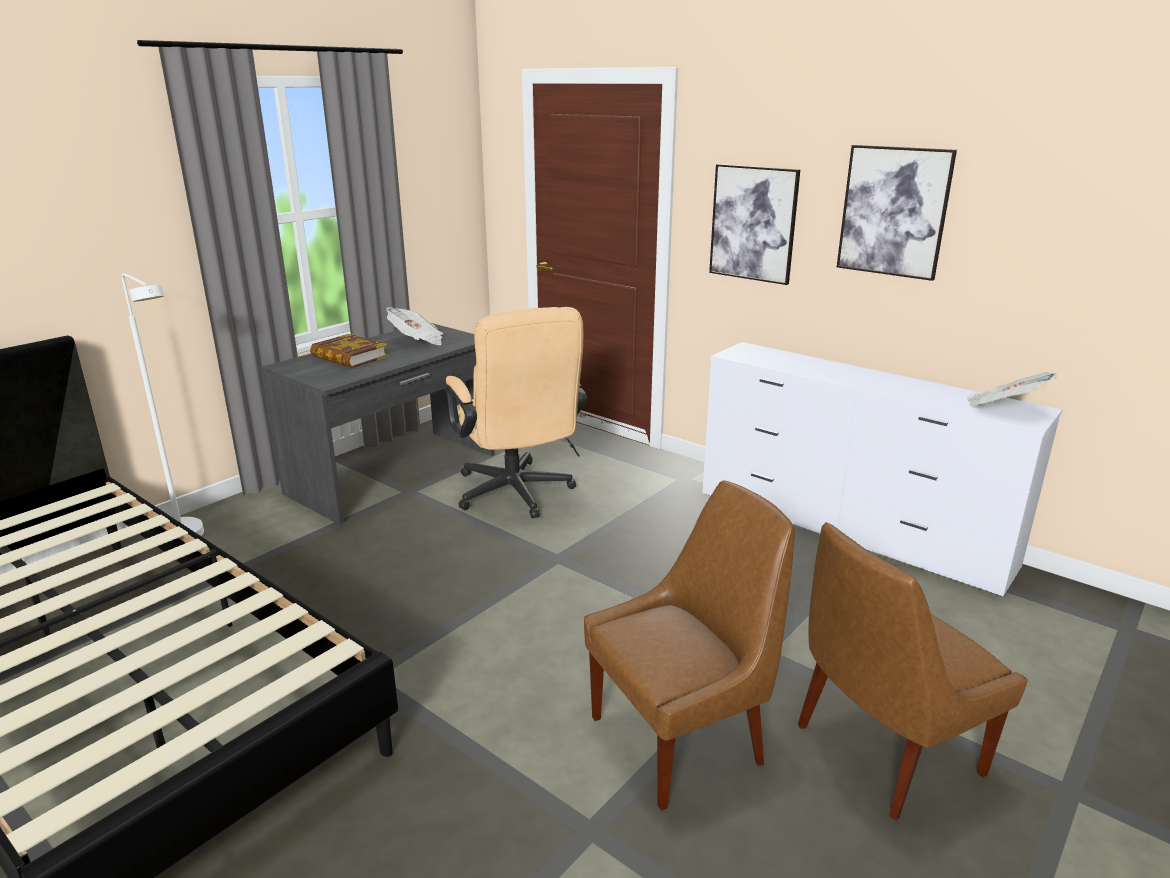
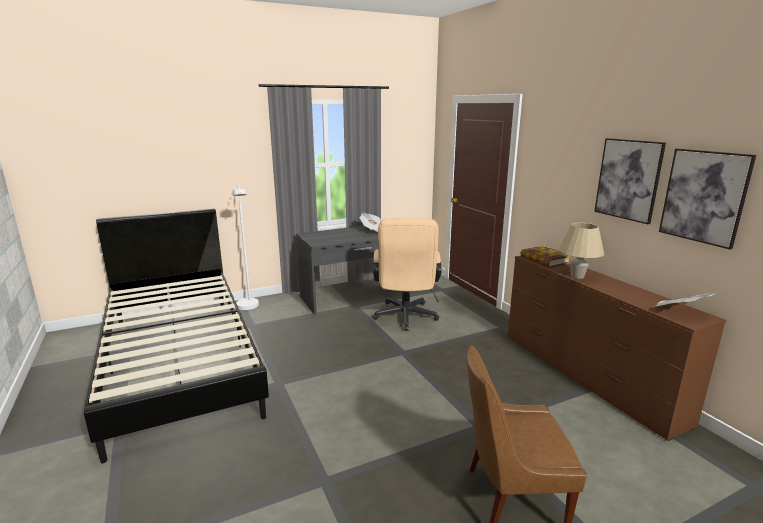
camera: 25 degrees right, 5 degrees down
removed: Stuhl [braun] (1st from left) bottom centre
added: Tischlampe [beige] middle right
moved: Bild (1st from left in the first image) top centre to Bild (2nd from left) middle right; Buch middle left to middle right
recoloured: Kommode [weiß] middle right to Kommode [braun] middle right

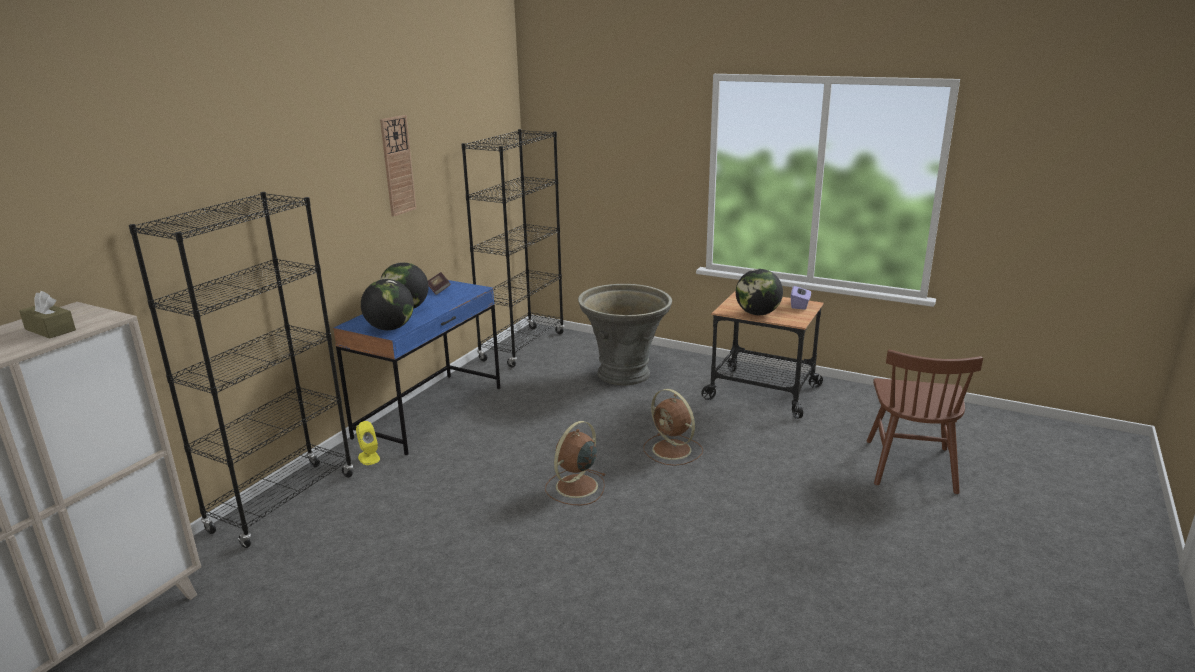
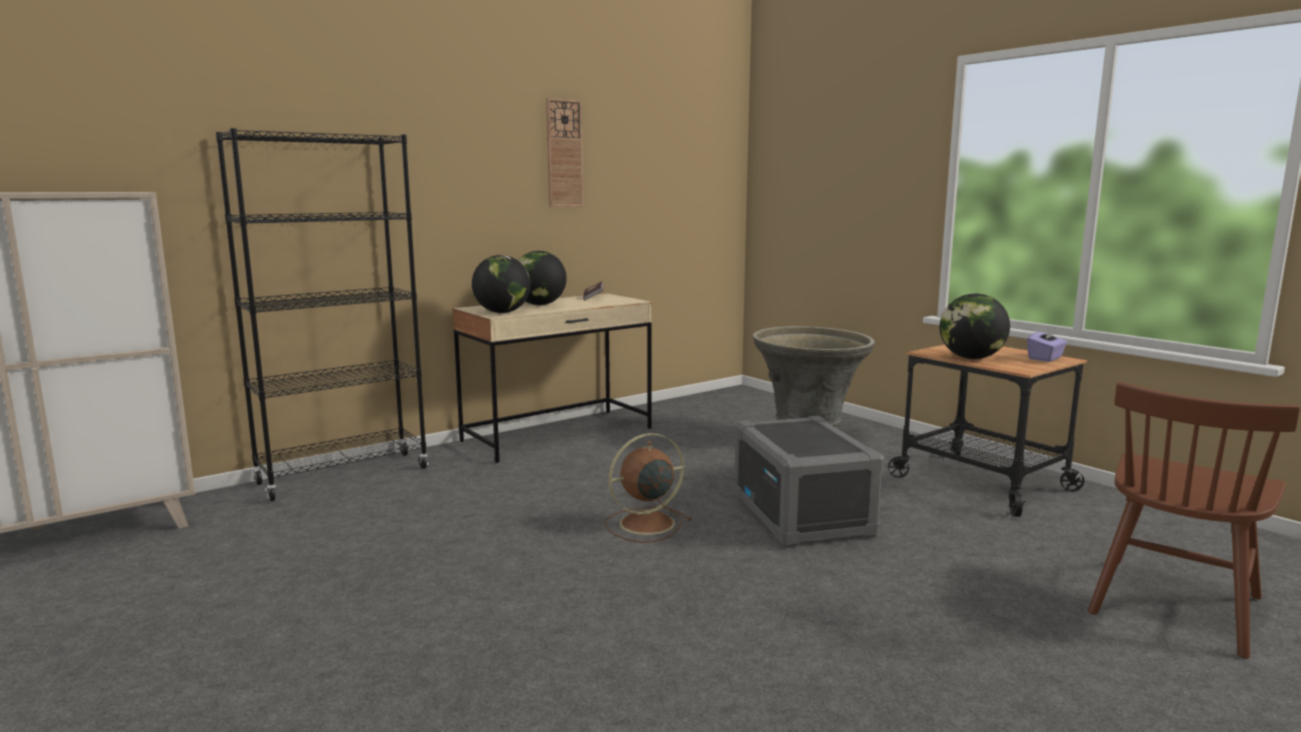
camera: 25 degrees right, 10 degrees down
removed: Bücherregal [schwarz] (2nd from left) centre; Taschentuchbox [braun] middle left; Lautsprecher [gelb] middle left
replaced: Ventilator [braun] (2nd from left) centre to Aufbewahrungsbox [grau] centre
recoloured: Schreibtisch [blau] centre to Schreibtisch [beige] centre

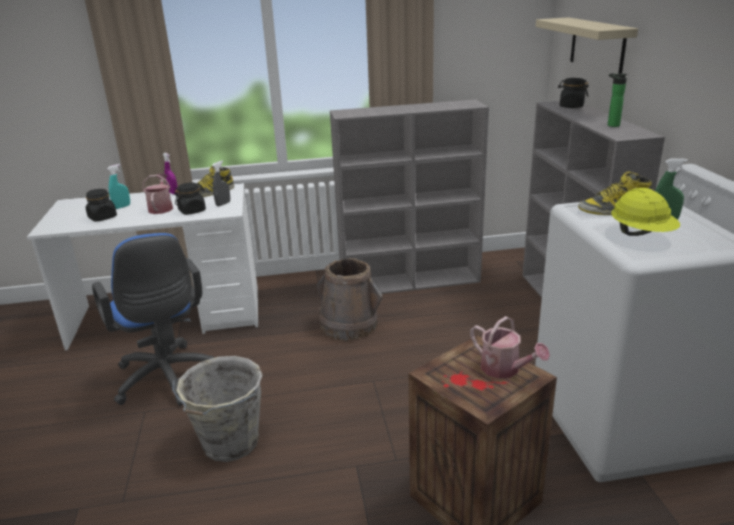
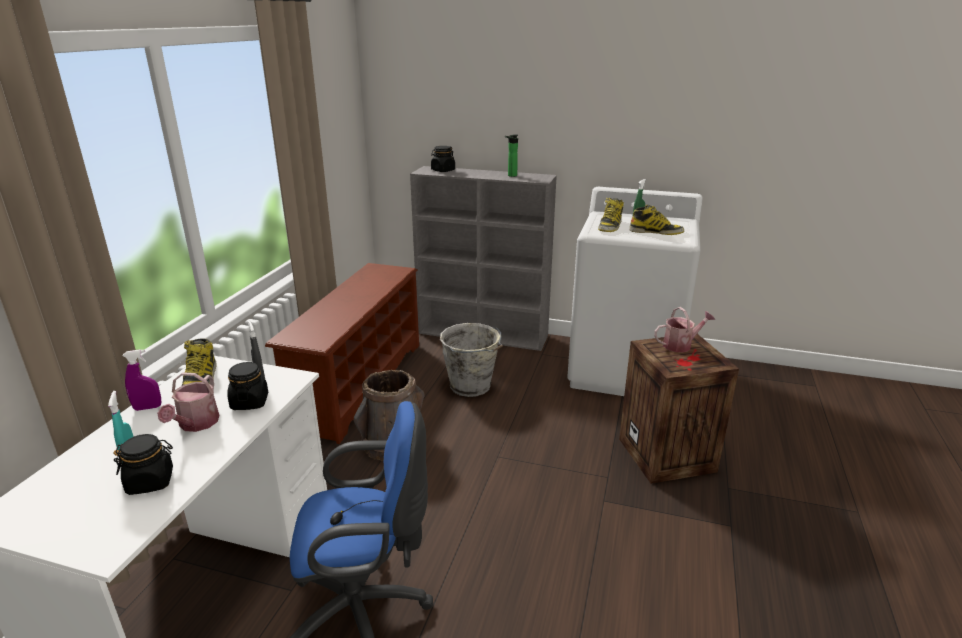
camera: 65 degrees left, 0 degrees up
removed: Wandregal [beige] top right
moved: Eimer [grau] bottom left to centre
replaced: Bücherregal [grau] (1st from left) centre to Schuhregal [braun] centre; Schutzhelm [gelb] middle right to Stiefel (3rd from left) middle right
turned: Gießkanne (1st from left) middle left = middle left 105 degrees counterclockwise

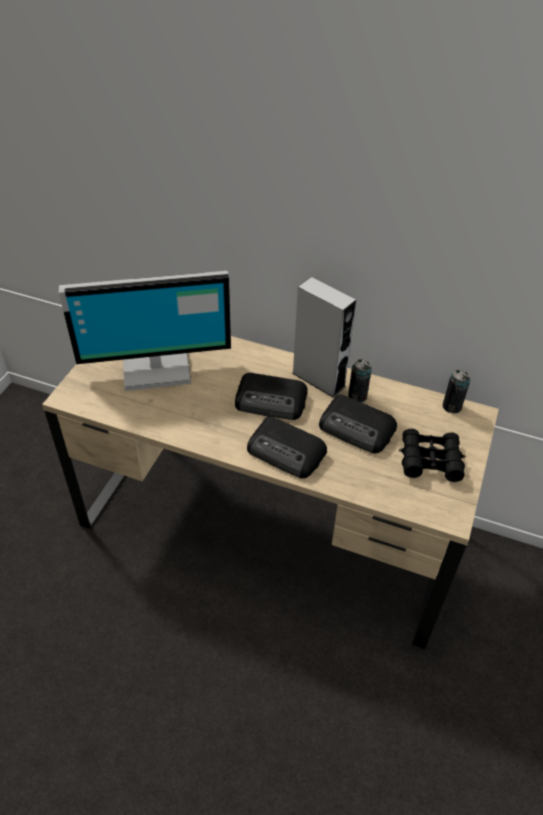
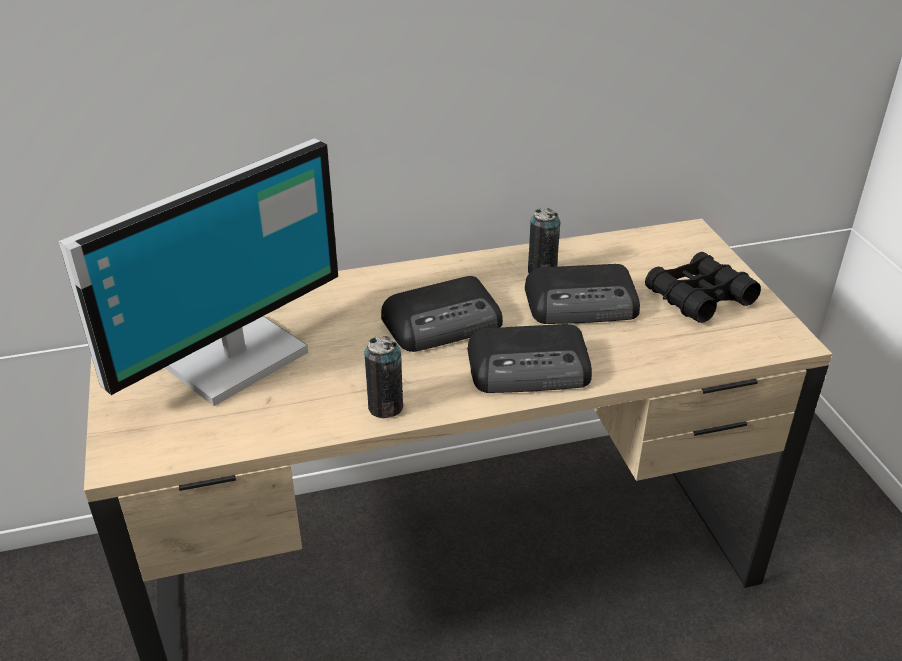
camera: 35 degrees left, 10 degrees down
removed: Lautsprecher [grau] centre
moved: Dose (2nd from left in the first image) middle right to Dose (1st from left) centre

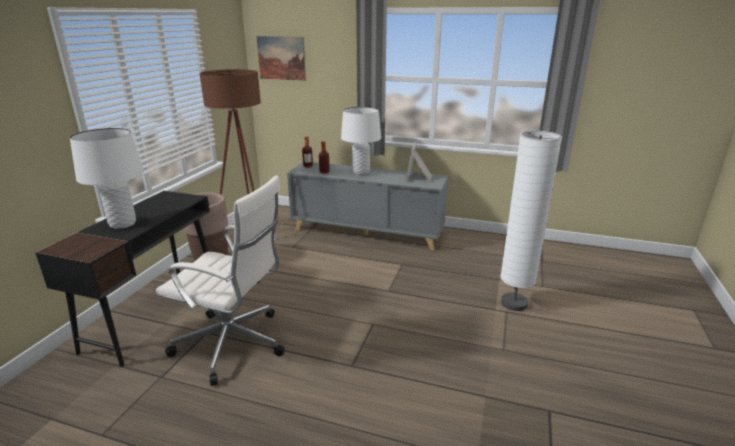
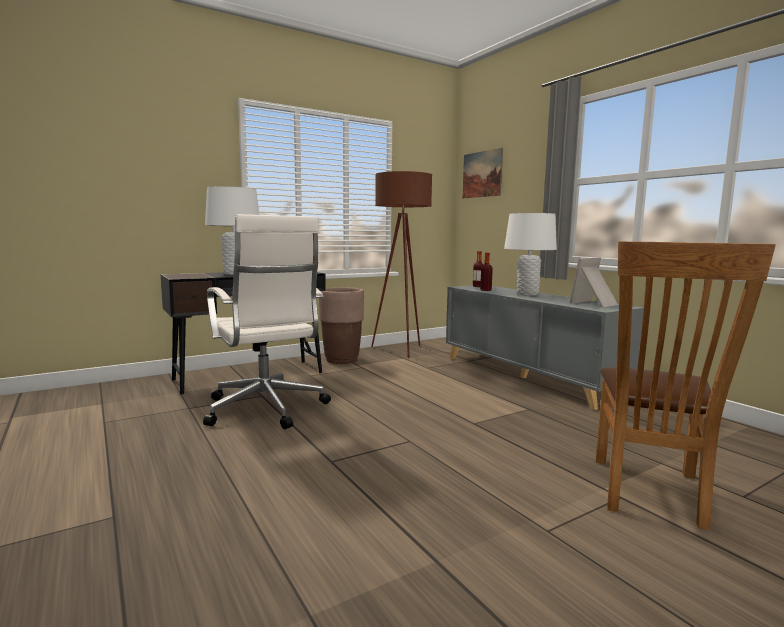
camera: 40 degrees right, 15 degrees down
replaced: Stehlampe [weiß] middle right to Stuhl [braun] middle right

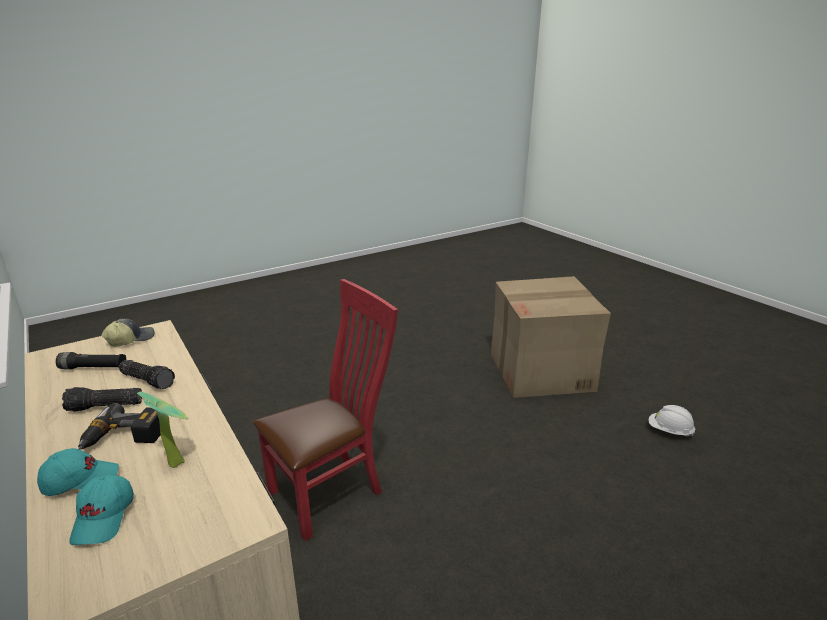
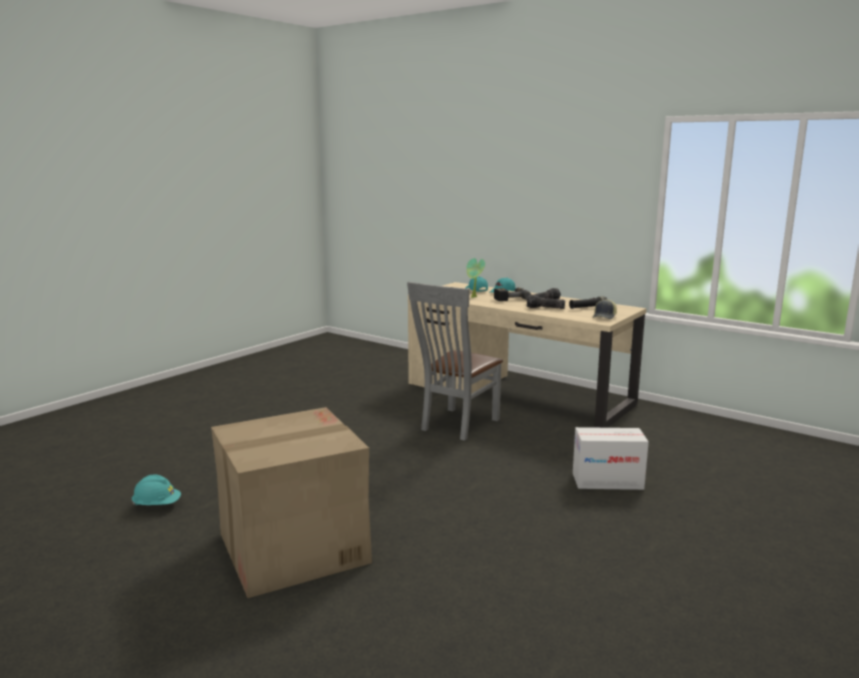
camera: 160 degrees right, 10 degrees down
added: Karton (2nd from left) bottom right
recoloured: Stuhl [rot] centre to Stuhl [grau] centre; Schutzhelm [weiß] bottom right to Schutzhelm [türkis] bottom left

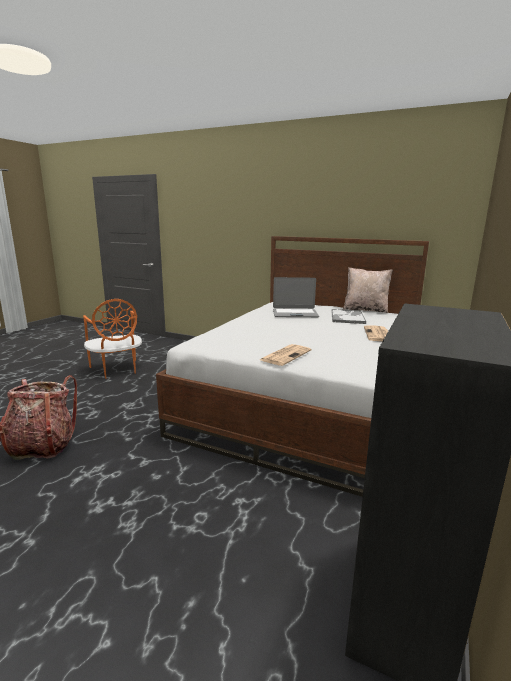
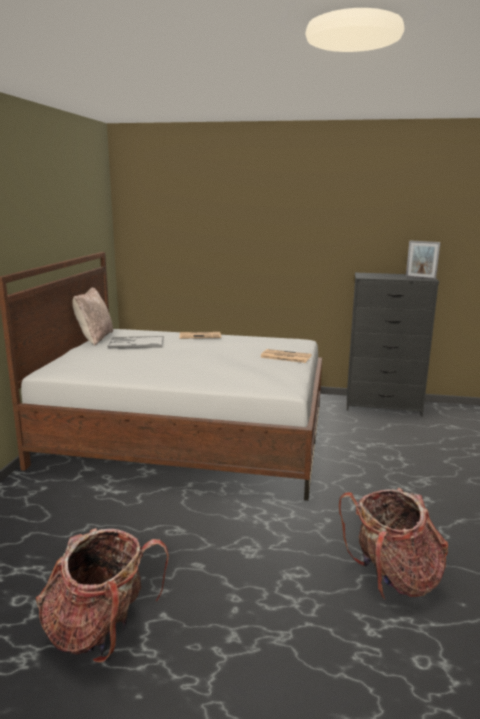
camera: 105 degrees left, 0 degrees up
removed: Laptop centre
added: Bilderrahmen middle right
replaced: Stuhl [orange] middle left to Rucksack (1st from left) bottom left

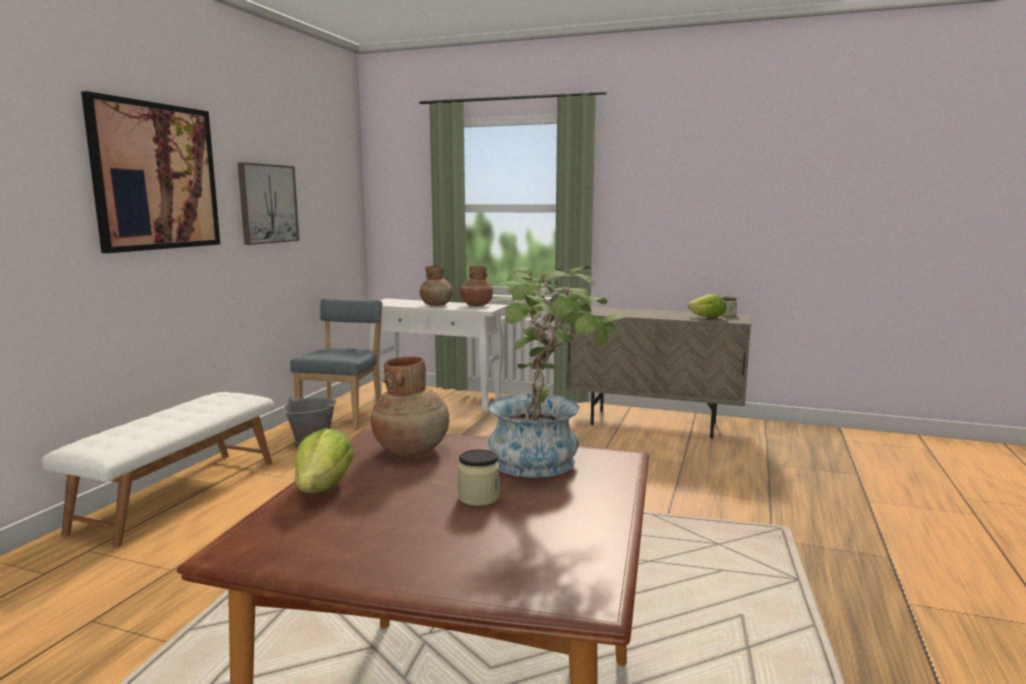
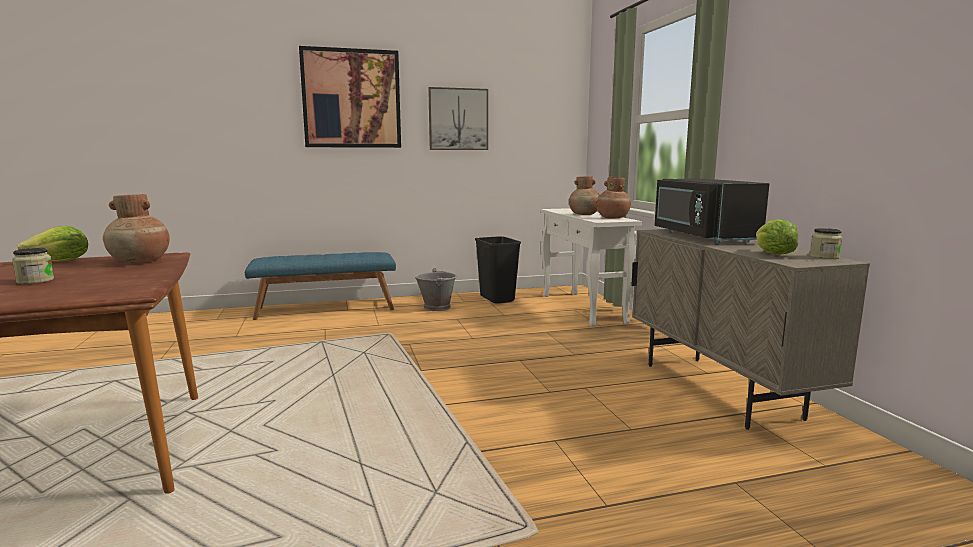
camera: 55 degrees right, 0 degrees up
removed: Topfpflanze centre
added: Mikrowelle [schwarz] middle right
replaced: Stuhl [blau] middle left to Mülleimer [schwarz] centre
recoloured: Bank [weiß] bottom left to Bank [blau] middle left

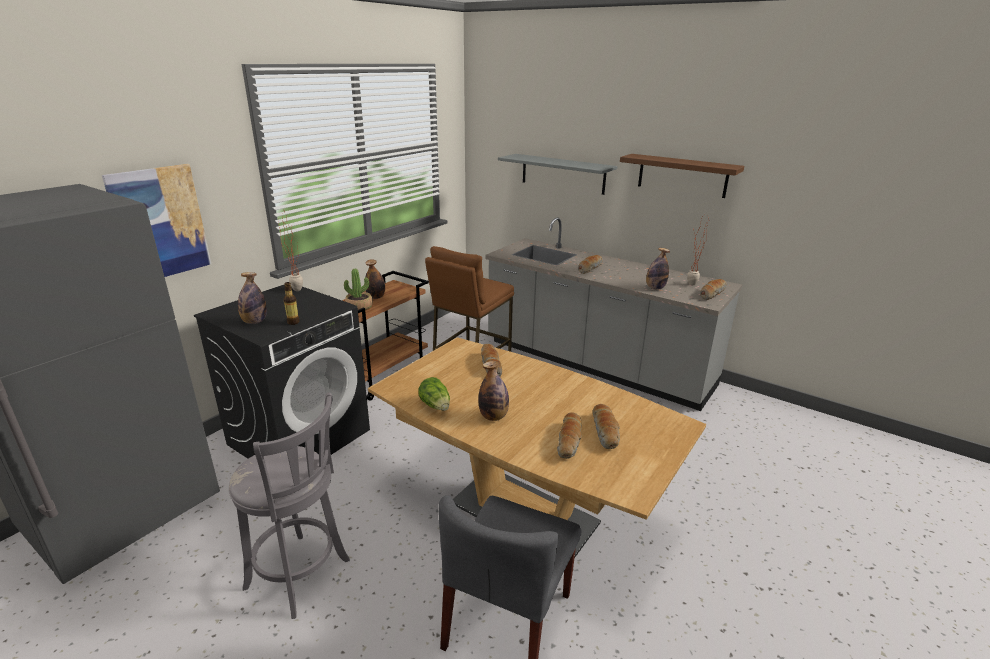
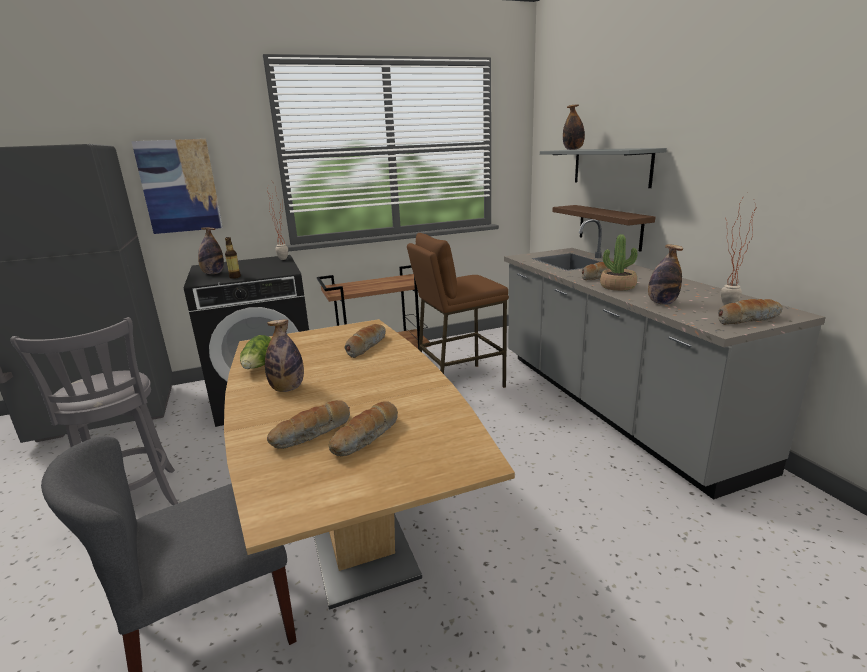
camera: 35 degrees right, 5 degrees down
moved: Wandregal [braun] top right to middle right; Flasche (3rd from left in the first image) centre to Flasche (4th from left) top centre; Topfpflanze (2nd from left) centre to middle right

